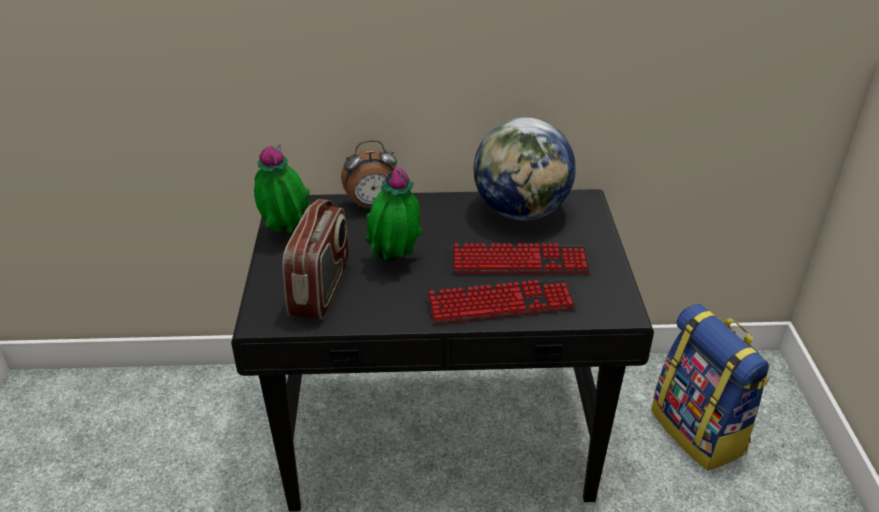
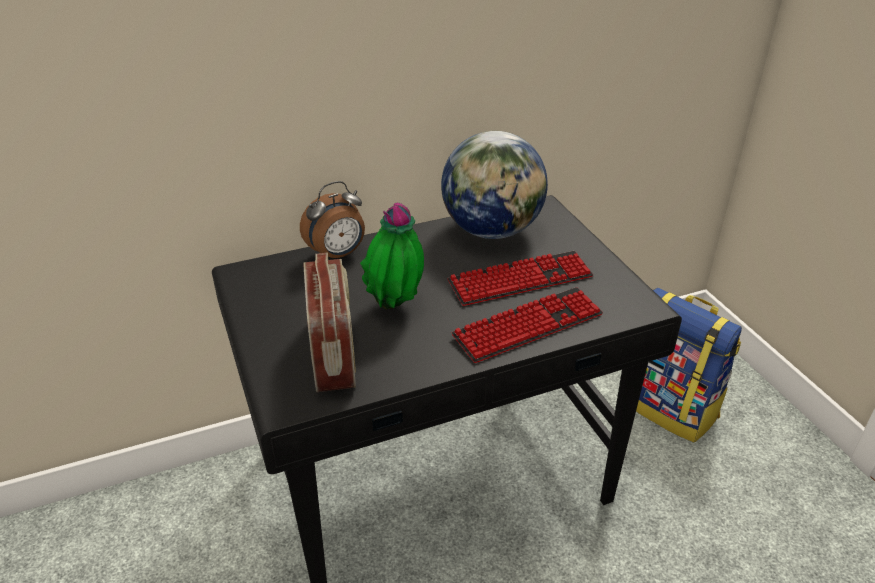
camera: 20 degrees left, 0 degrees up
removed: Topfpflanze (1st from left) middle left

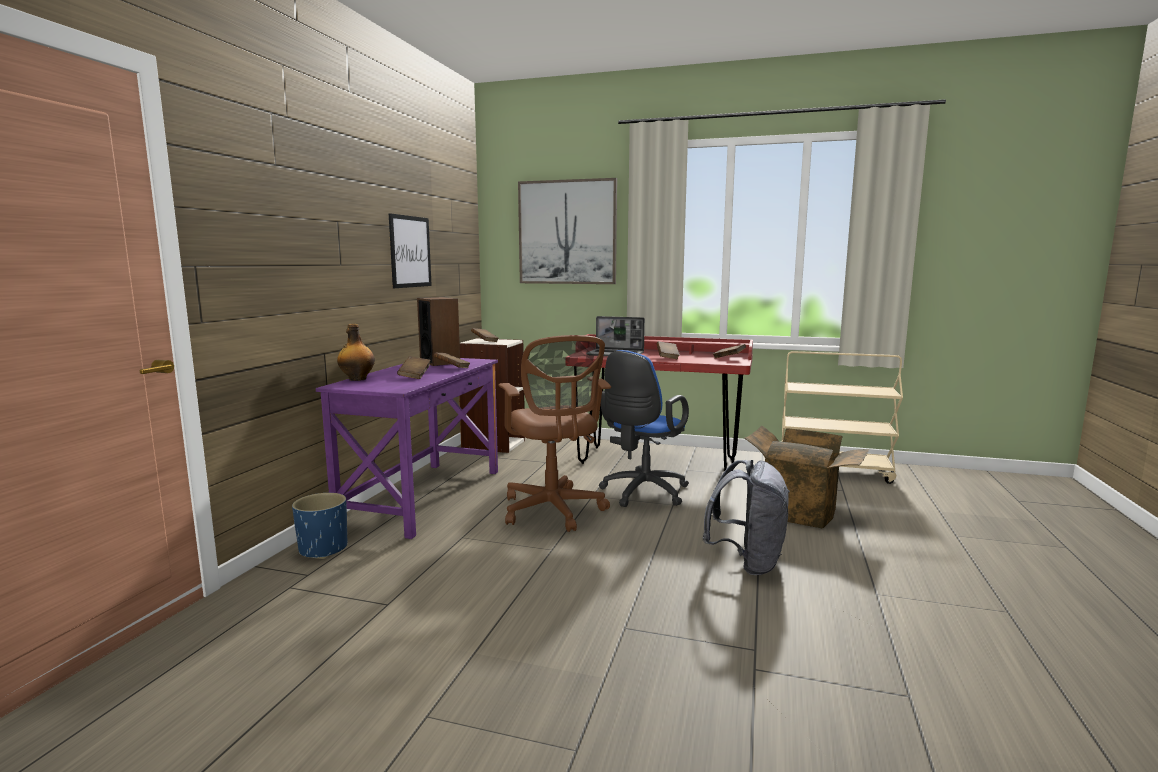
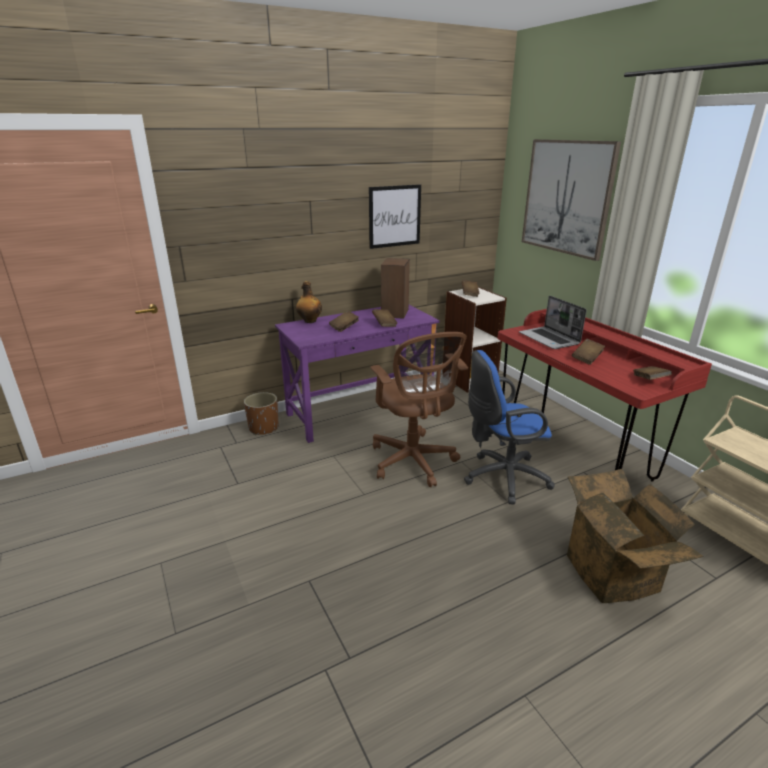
camera: 45 degrees right, 15 degrees up
removed: Rucksack [grau] bottom centre
recoloured: Pflanzkübel [blau] bottom left to Pflanzkübel [braun] centre
turned: Bürostuhl [braun] centre = centre 45 degrees counterclockwise

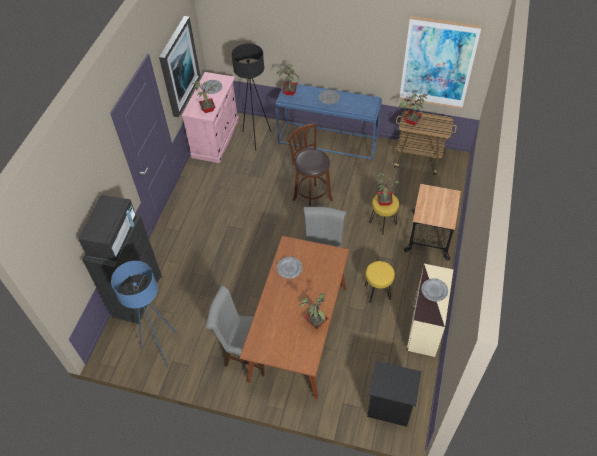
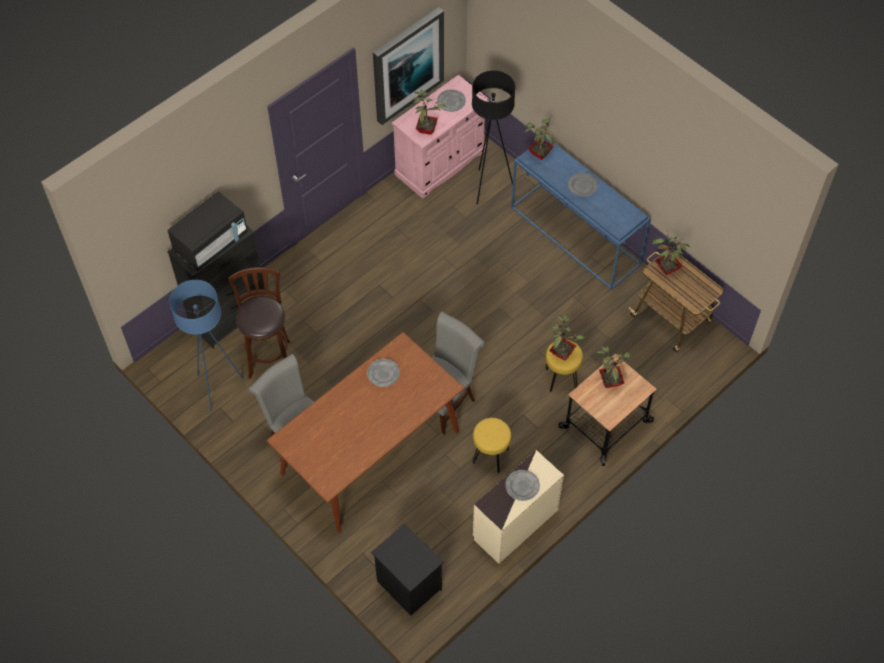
camera: 30 degrees right, 5 degrees up
removed: Bild (2nd from left) top right
moved: Hocker [braun] centre to middle left; Topfpflanze (3rd from left in the first image) bottom centre to Topfpflanze (4th from left) middle right

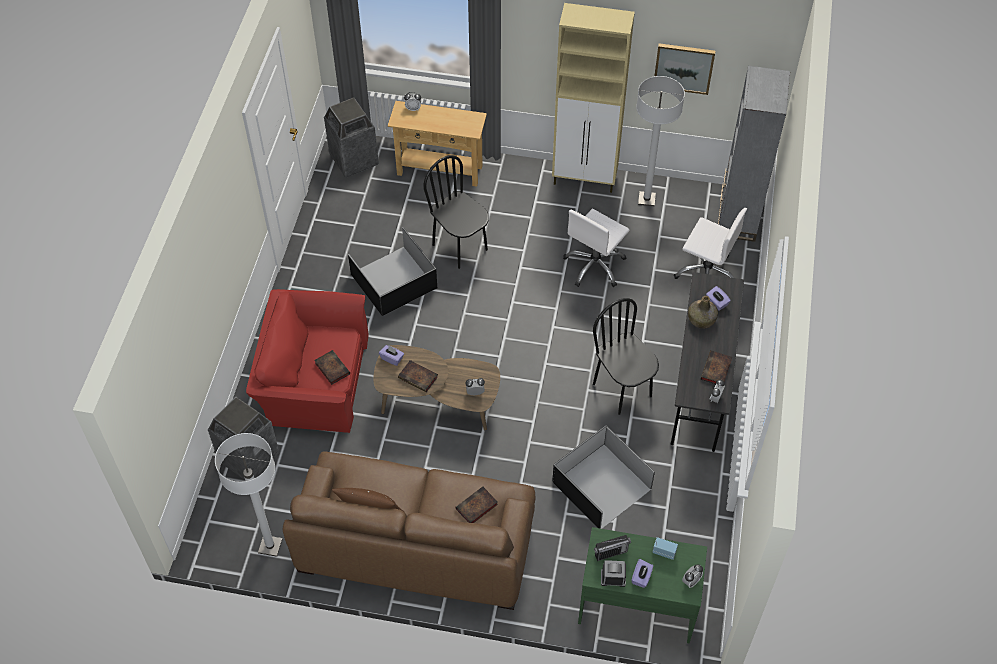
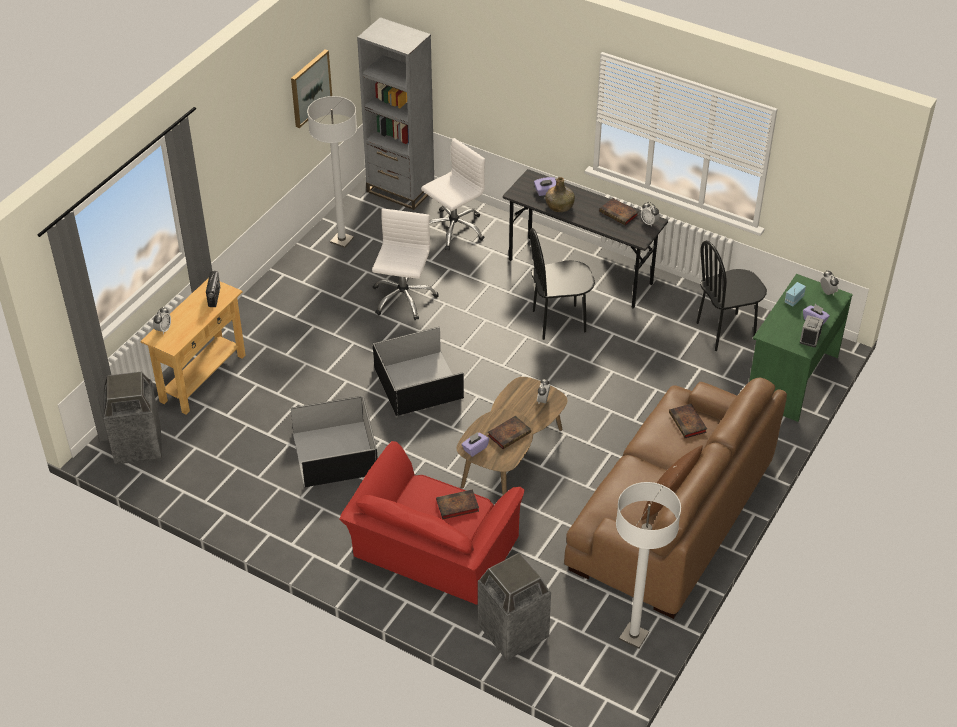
camera: 70 degrees left, 10 degrees down
removed: Schrank [beige] top centre
moved: Stuhl [schwarz] (1st from left in the first image) top centre to Stuhl [schwarz] (2nd from left) middle right; Aufbewahrungsbox [schwarz] (2nd from left) bottom centre to centre; Radio (1st from left) bottom centre to middle left
turned: Bürostuhl [weiß] (1st from left) centre = centre 135 degrees counterclockwise

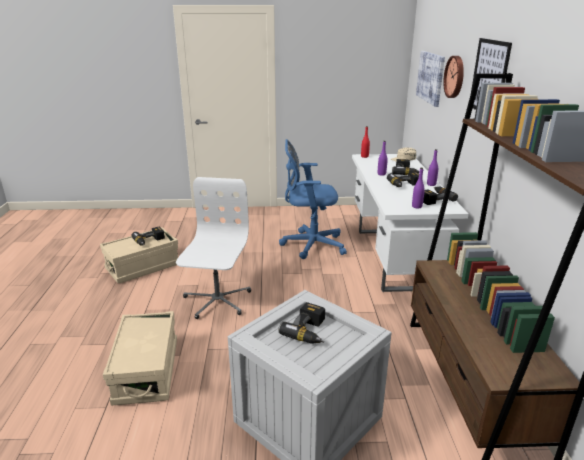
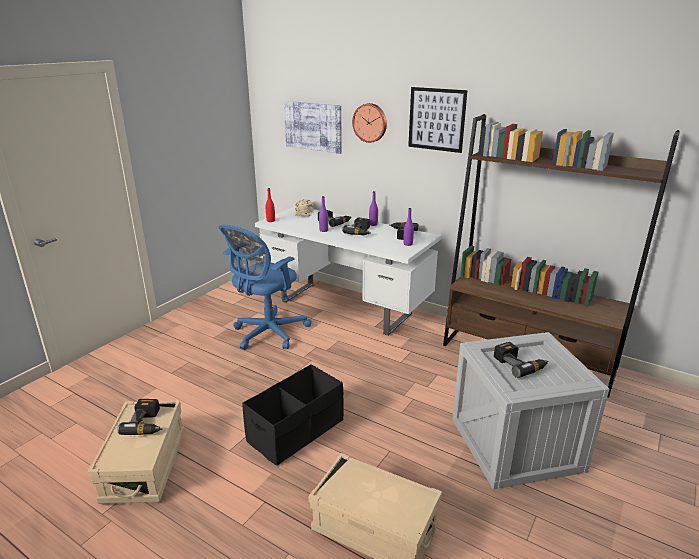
camera: 55 degrees left, 0 degrees up
replaced: Bürostuhl [weiß] centre to Aufbewahrungsbox [schwarz] bottom centre

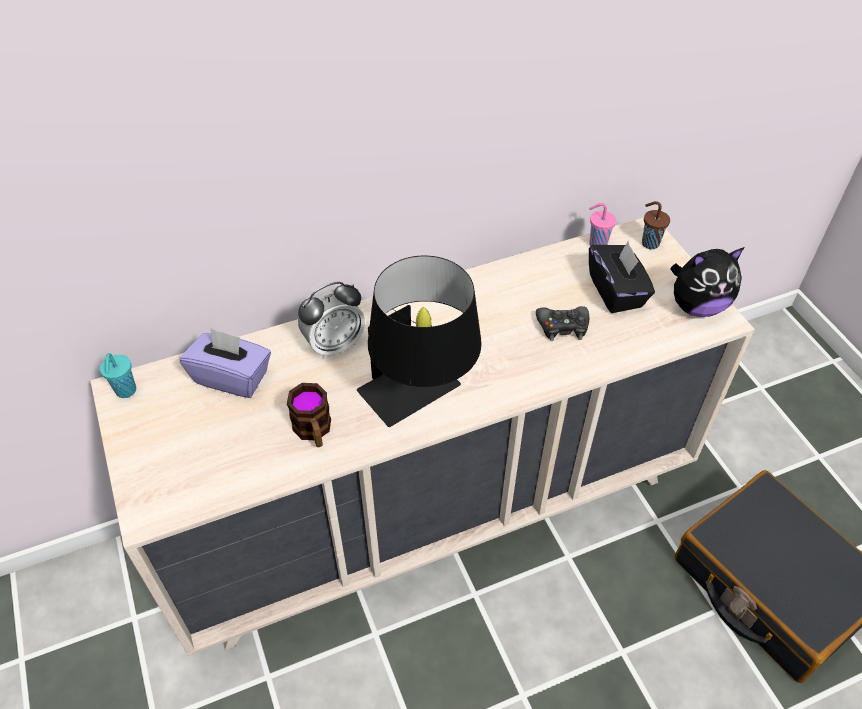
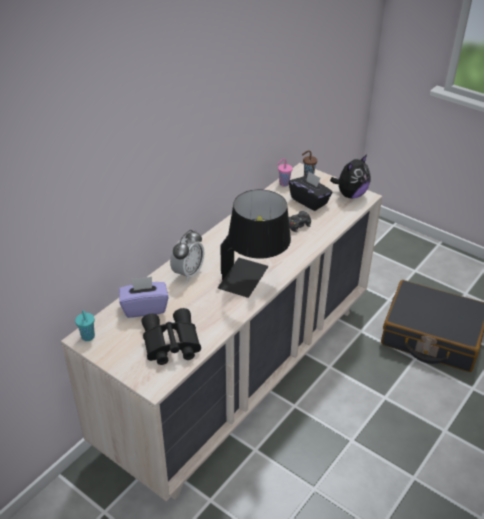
camera: 30 degrees left, 10 degrees down
removed: Henkelbecher centre
added: Fernglas [schwarz] centre

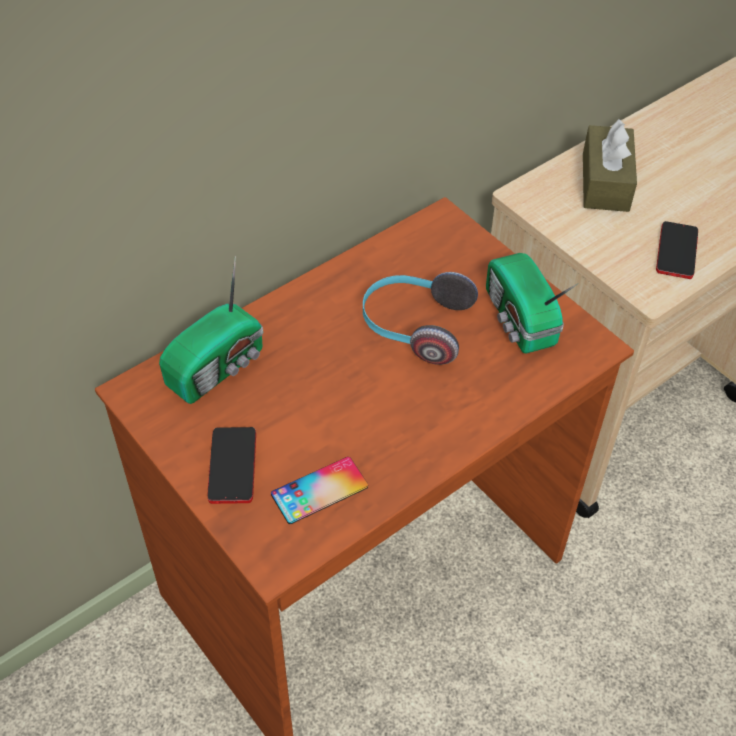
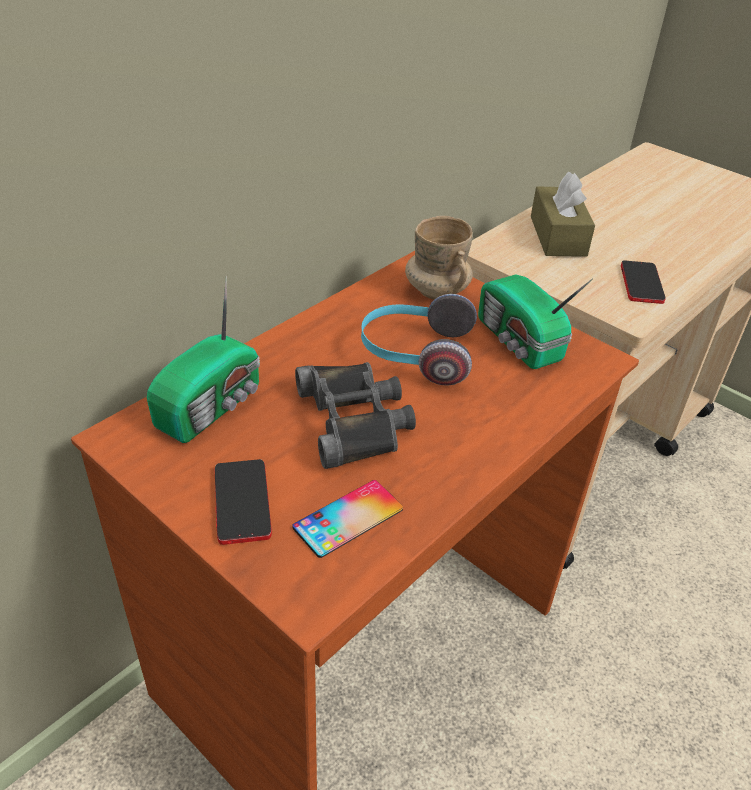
camera: 10 degrees left, 10 degrees down
added: Henkelbecher [beige] top centre; Fernglas [schwarz] centre

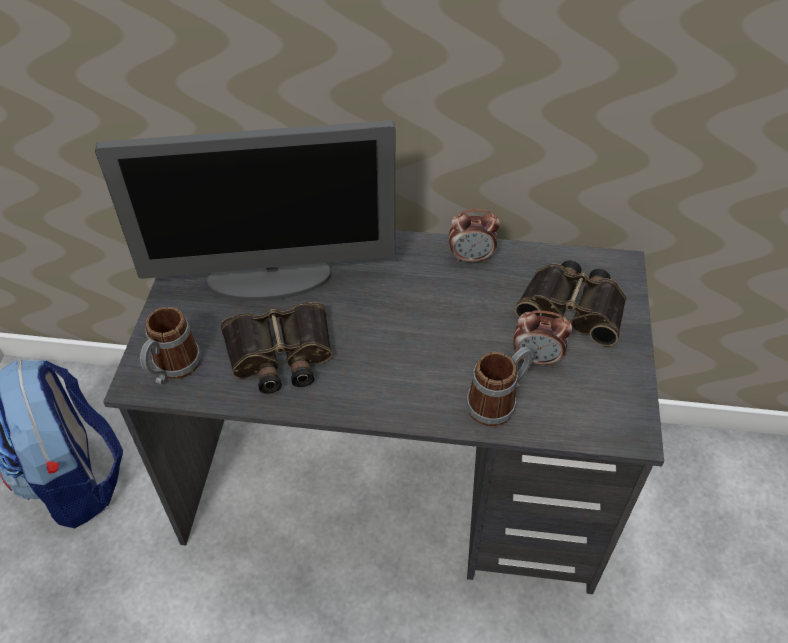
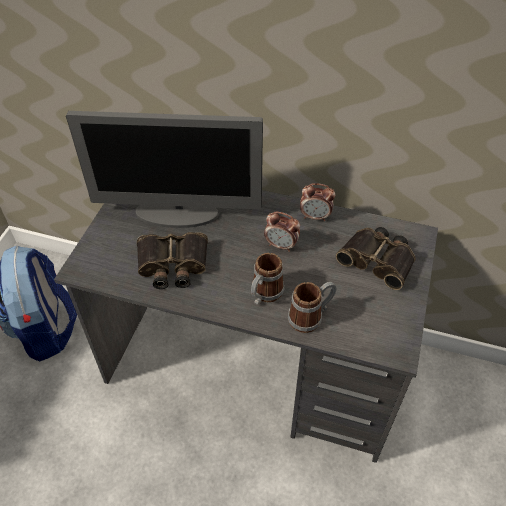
camera: 10 degrees right, 0 degrees up
moved: Henkelbecher (1st from left) middle left to centre; Wecker (2nd from left in the first image) middle right to Wecker (1st from left) centre

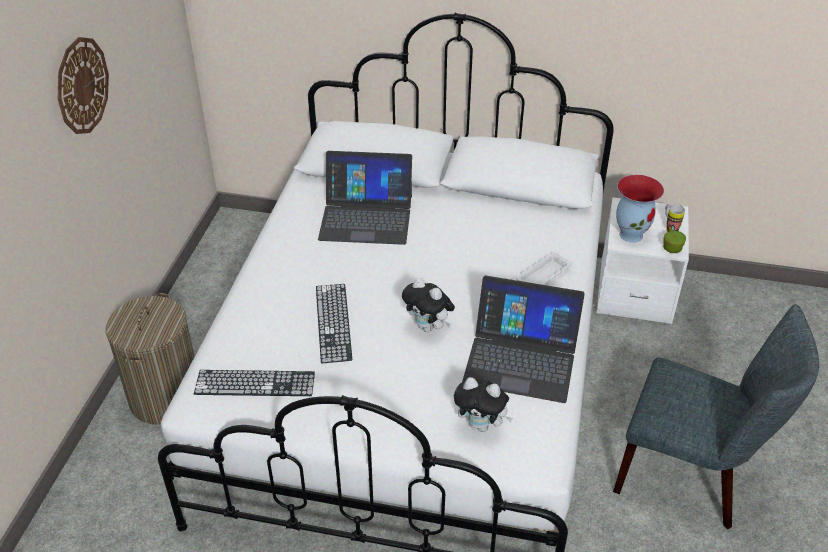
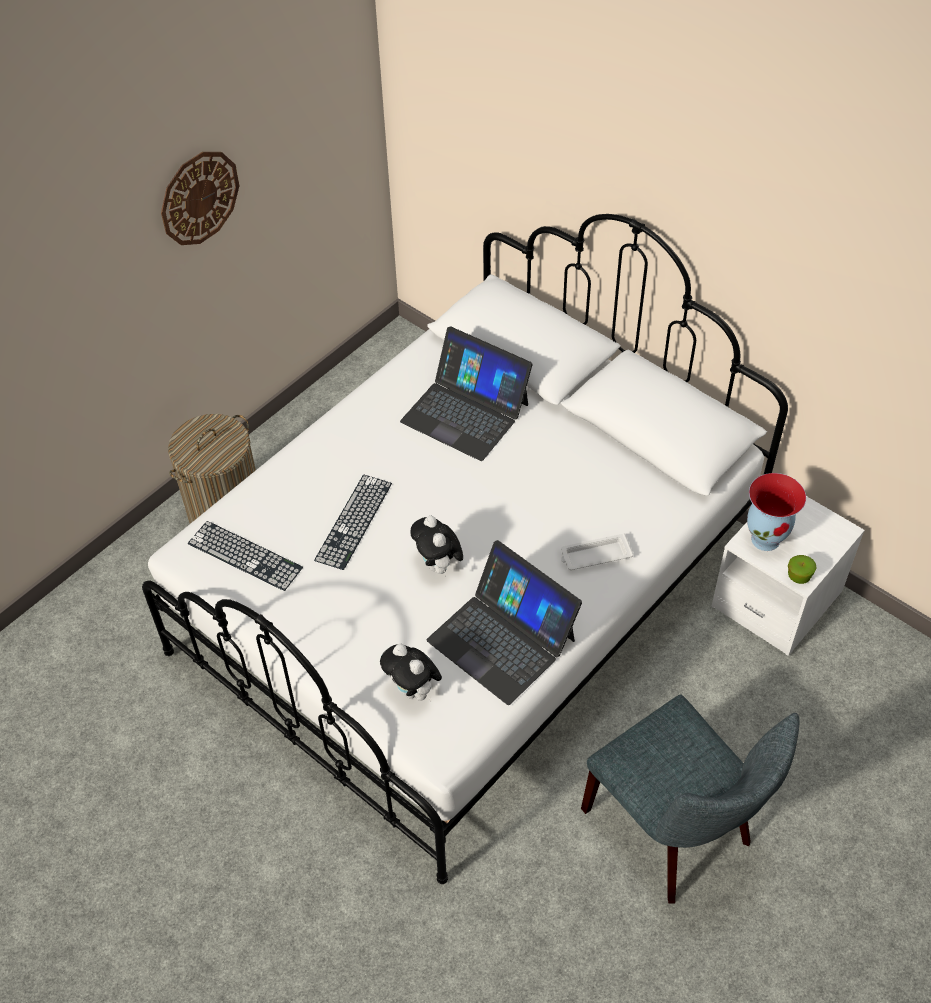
camera: 30 degrees right, 10 degrees up
removed: Henkelbecher middle right

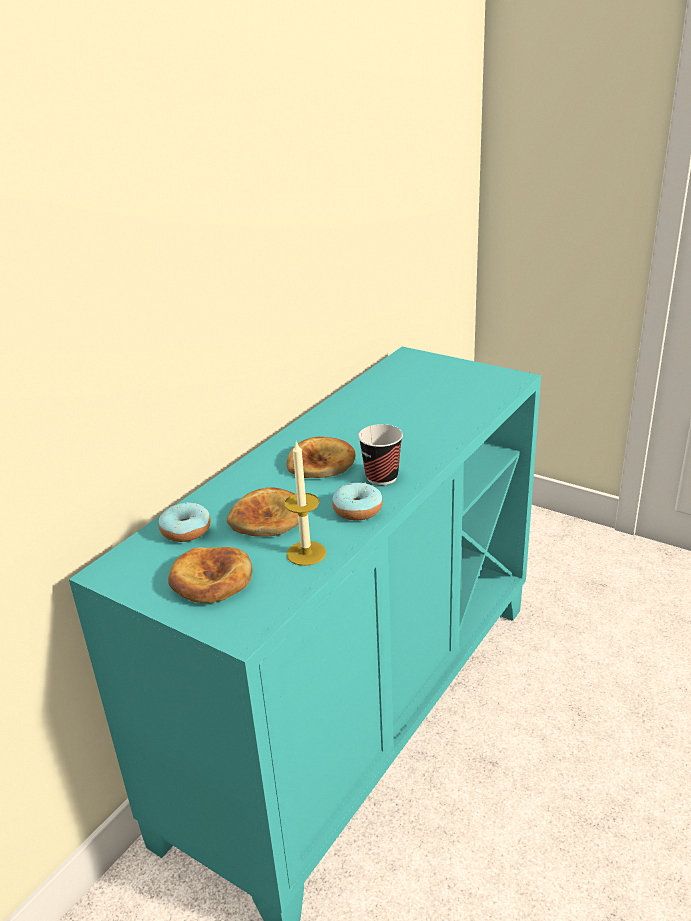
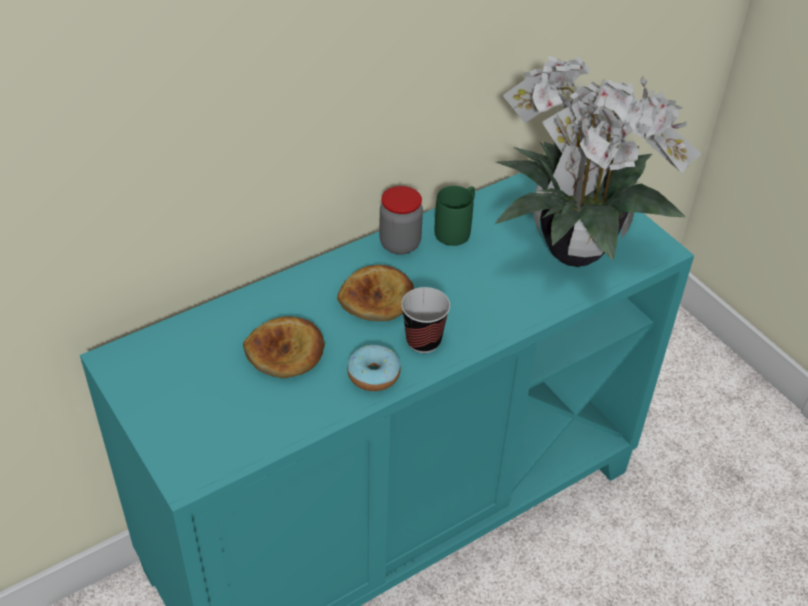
camera: 20 degrees right, 15 degrees up
removed: Kerze centre; Donut (1st from left) middle left; Brot (1st from left) middle left
added: Topfpflanze top right; Vorratsglas centre; Henkelbecher [grün] centre

